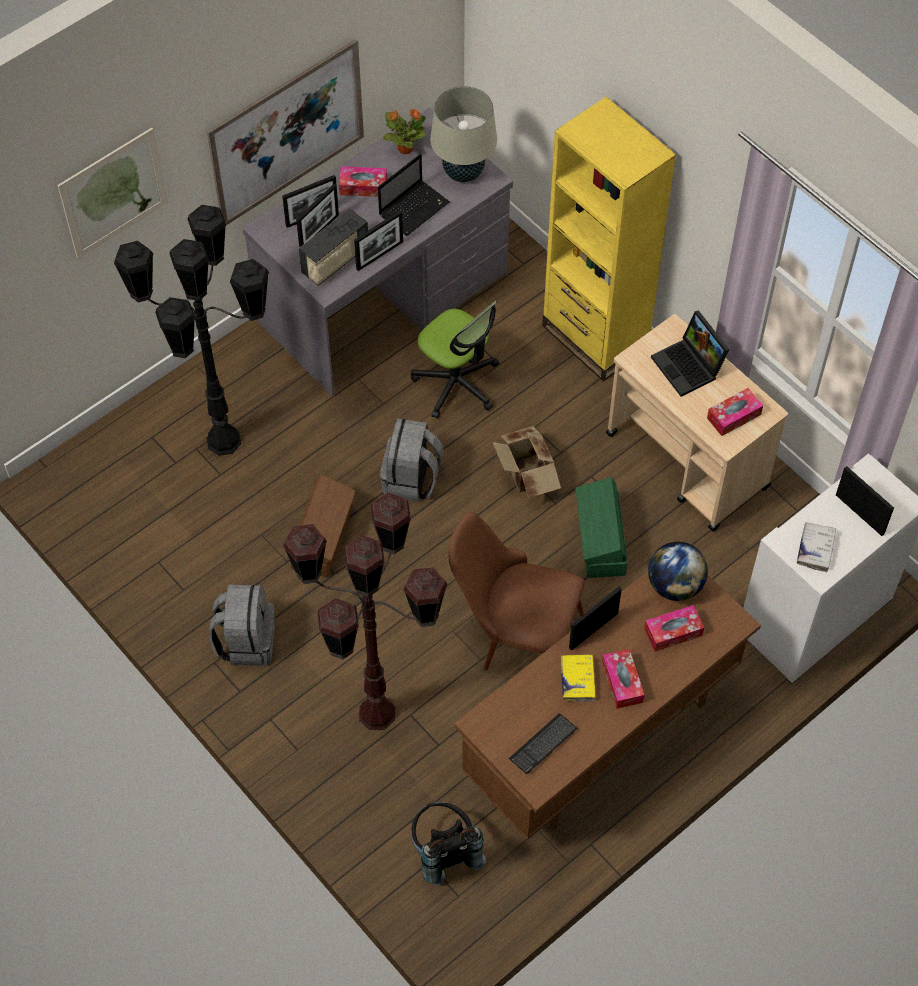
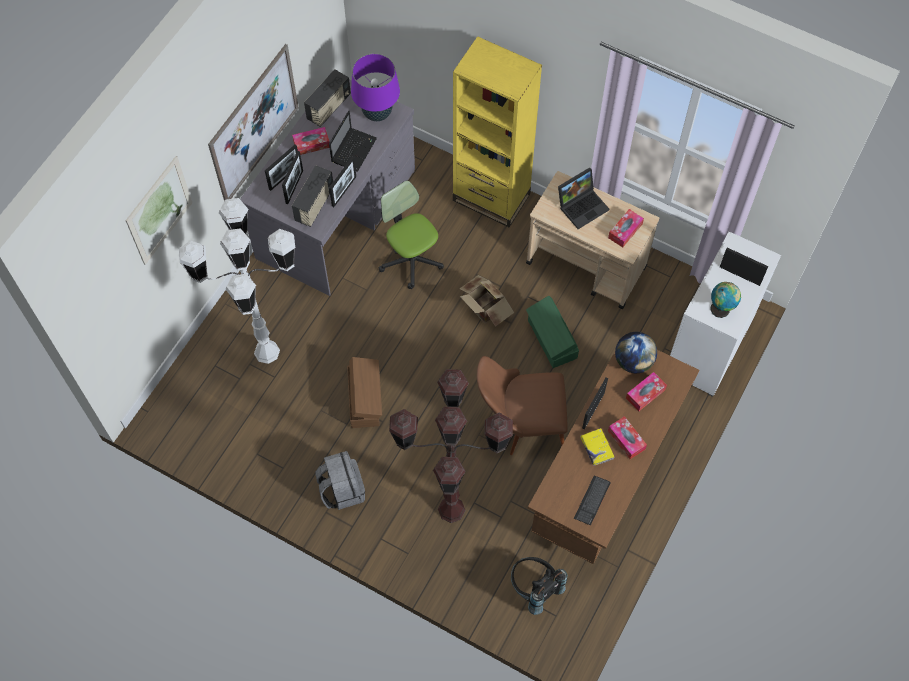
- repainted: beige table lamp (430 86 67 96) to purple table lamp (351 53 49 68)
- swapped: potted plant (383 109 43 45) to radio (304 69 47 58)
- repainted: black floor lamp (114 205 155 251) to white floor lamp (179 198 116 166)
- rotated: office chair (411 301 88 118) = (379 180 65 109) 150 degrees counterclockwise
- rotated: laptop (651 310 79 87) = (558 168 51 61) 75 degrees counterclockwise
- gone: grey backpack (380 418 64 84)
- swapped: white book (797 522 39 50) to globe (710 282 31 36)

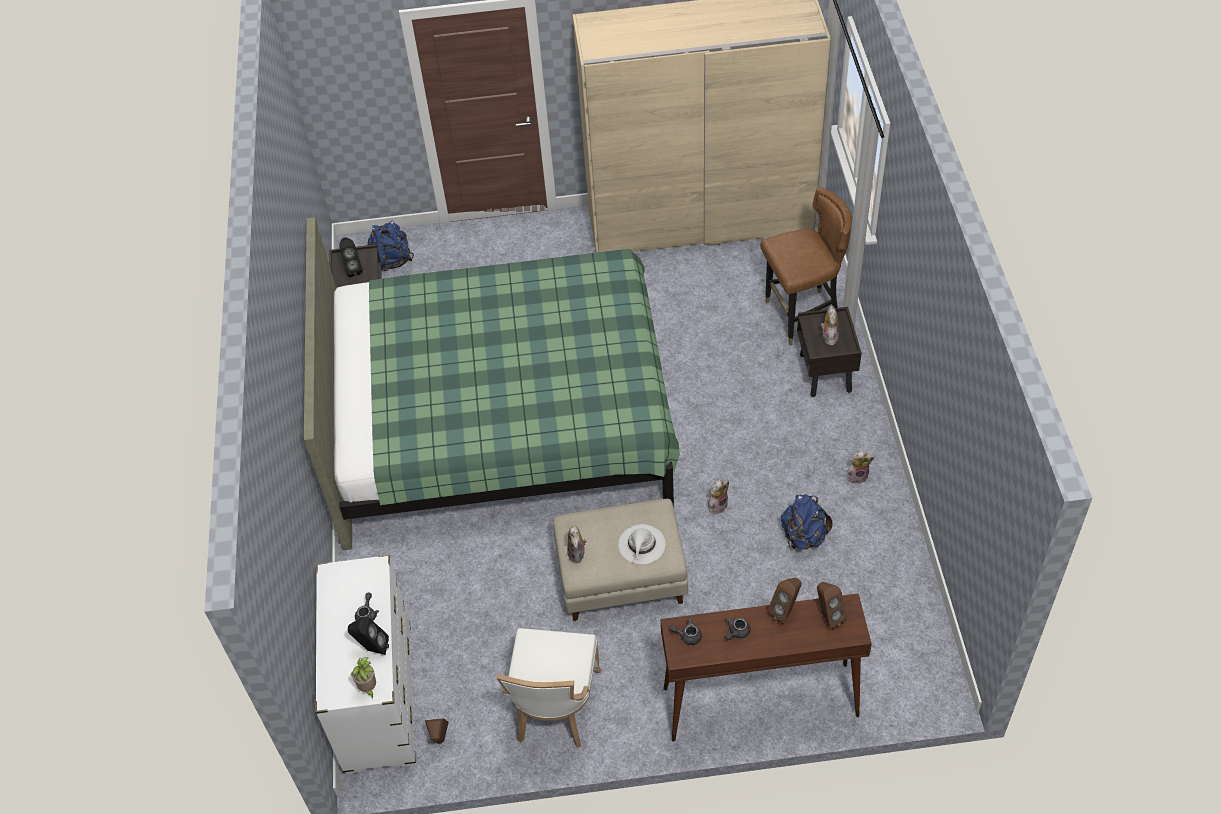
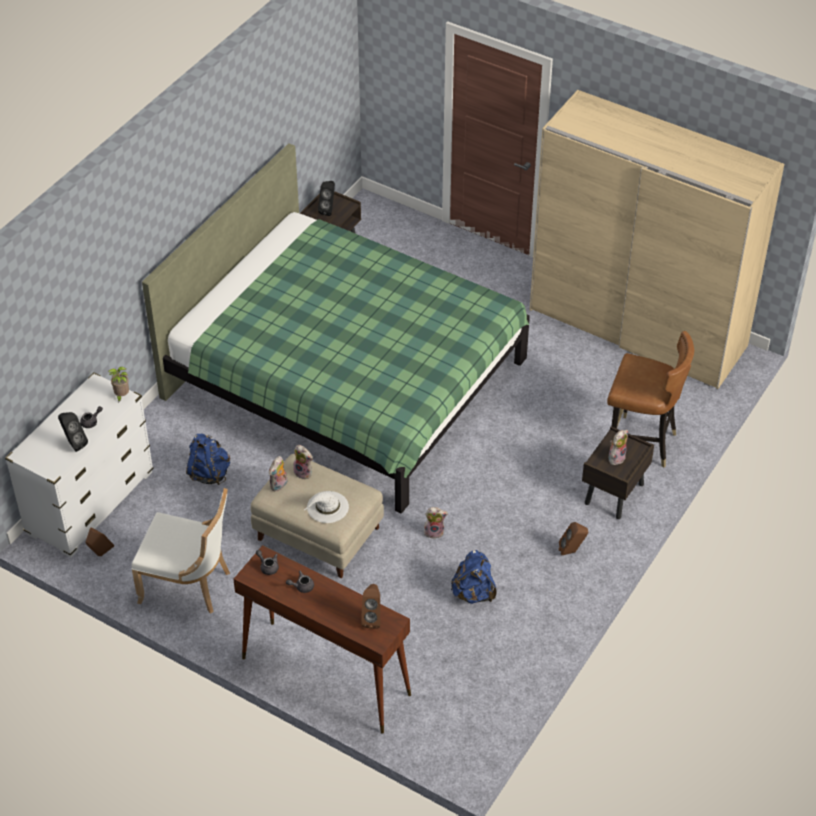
- shifted: blue backpack (368 220 46 51) to (186 434 44 51)
- shifted: plush toy (846 451 29 33) to (293 445 20 35)
- shifted: brown speaker (767 578 35 47) to (559 522 29 33)
- rotated: white chair (496 628 106 120) = (131 488 99 126) 120 degrees counterclockwise
- shifted: potted plant (350 657 26 42) to (108 367 21 36)

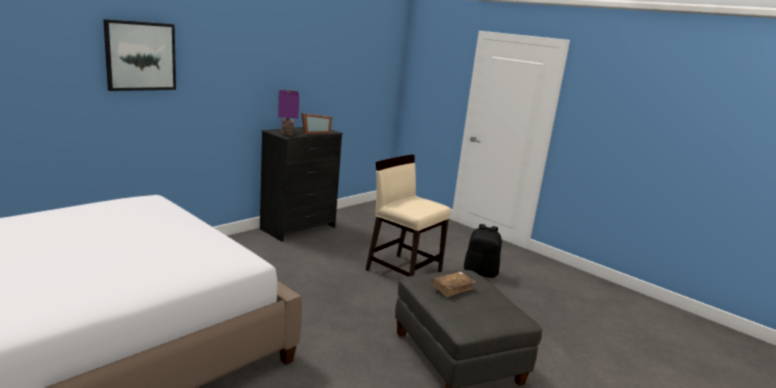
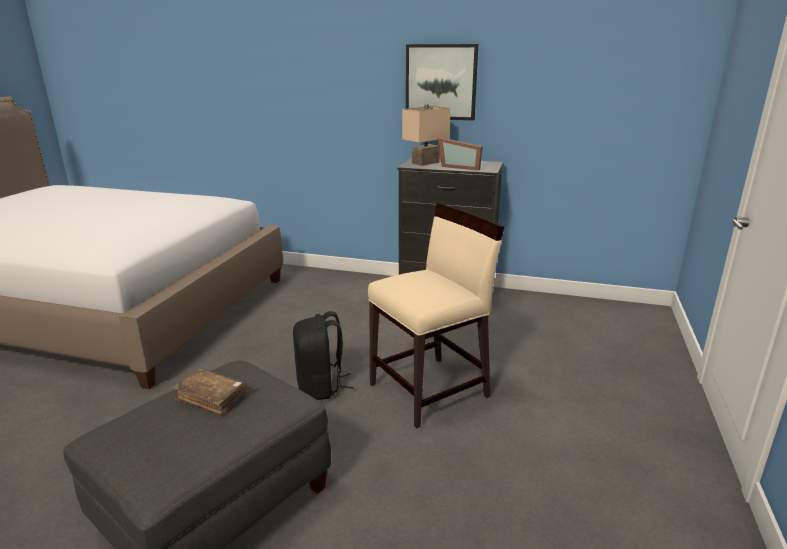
- shifted: picture (103 19 73 72) to (406 44 72 76)
- repainted: purple table lamp (278 89 21 46) to beige table lamp (402 104 49 62)
- rotated: beige chair (366 155 84 122) = (368 203 136 226) 45 degrees clockwise
- shifted: black backpack (464 224 38 54) to (293 311 61 89)

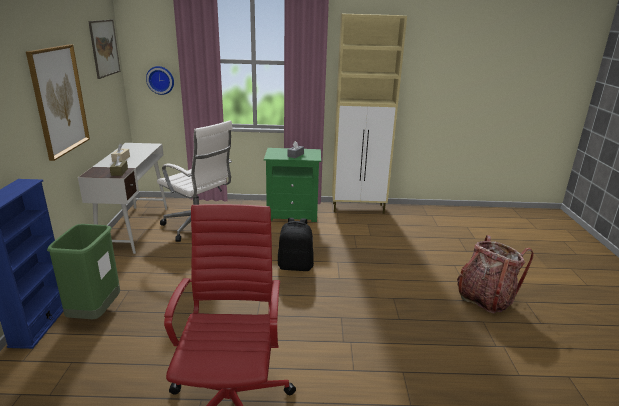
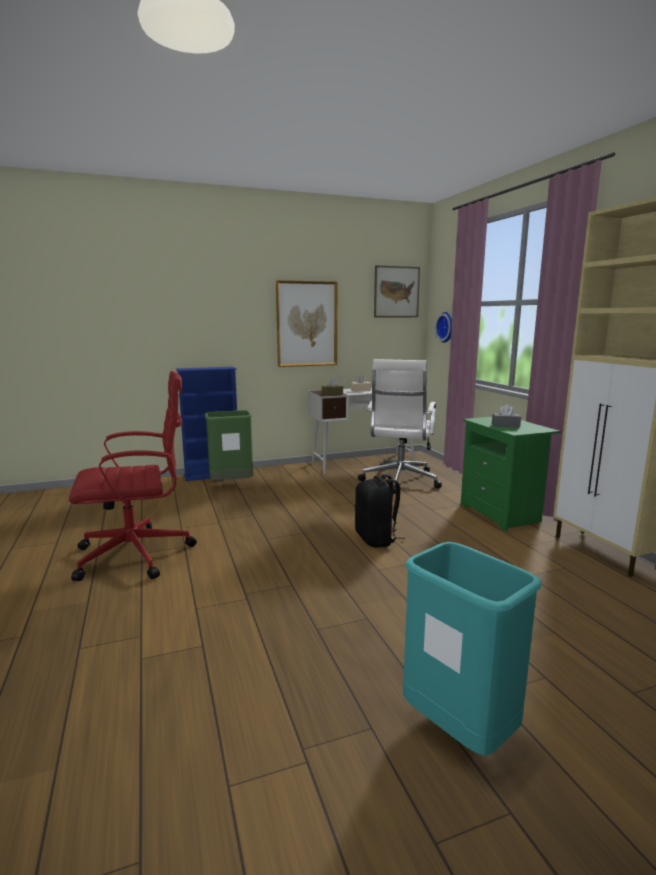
- swapped: backpack (457 235 77 79) to turquoise trash can (403 542 139 214)

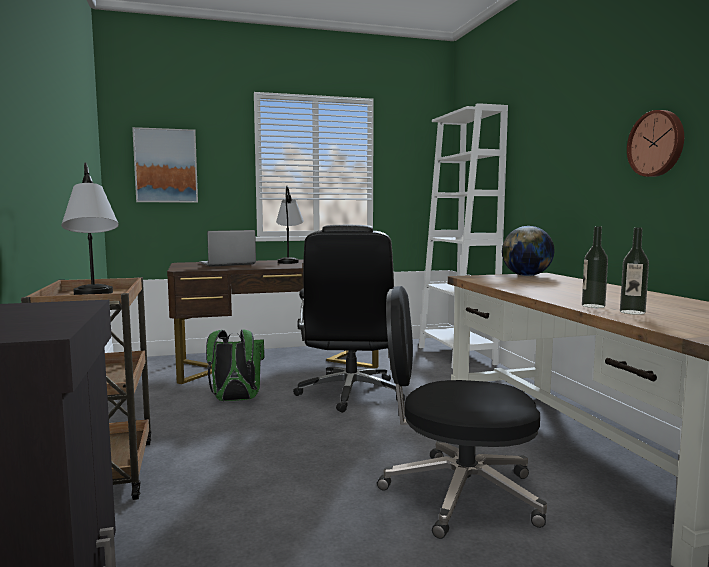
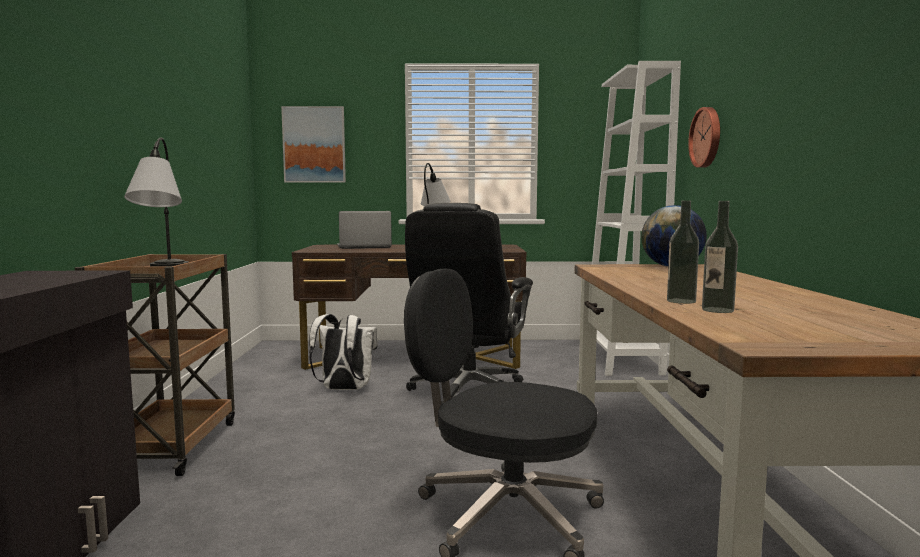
- shifted: wall clock (627 110 57 67) to (688 107 32 61)
- repainted: green backpack (206 330 59 71) to white backpack (309 314 69 76)

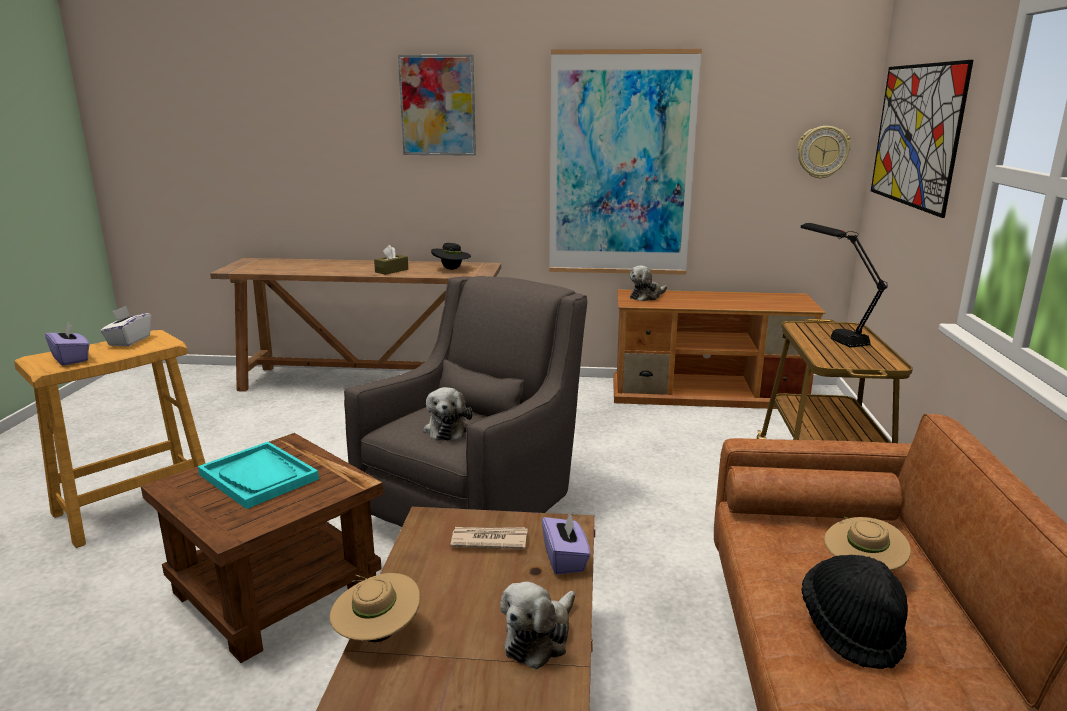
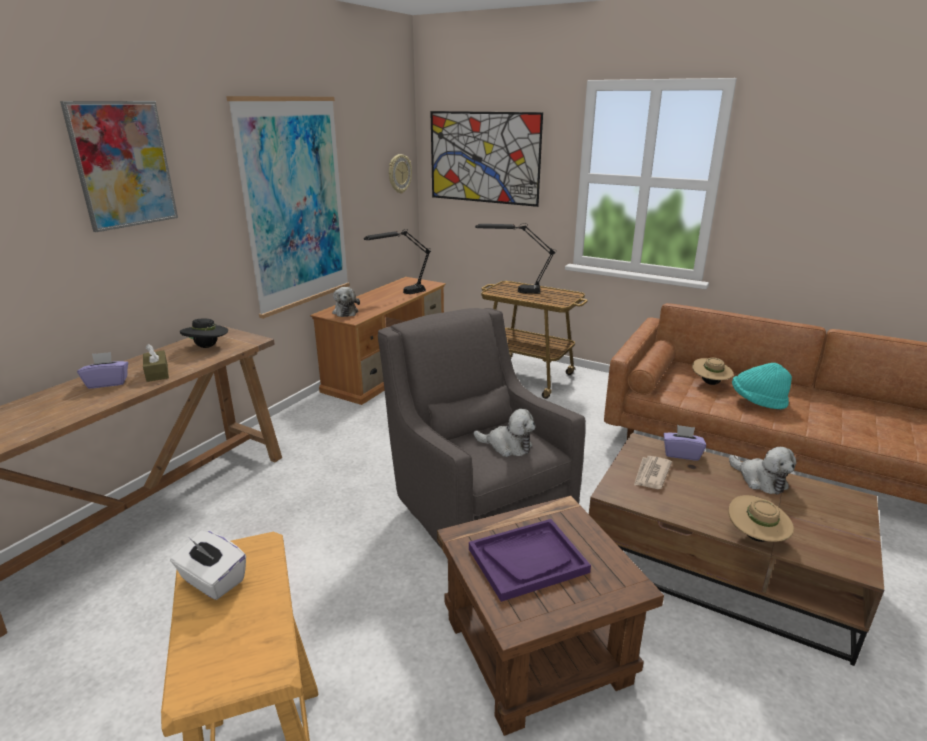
- shifted: purple tissue box (45 323 44 43) to (77 352 51 37)
- repainted: turquoise tray (198 442 121 67) to purple tray (469 519 122 83)
- repainted: black hat (802 555 106 114) to turquoise hat (732 363 60 46)
- new: black table lamp (364 229 67 65)

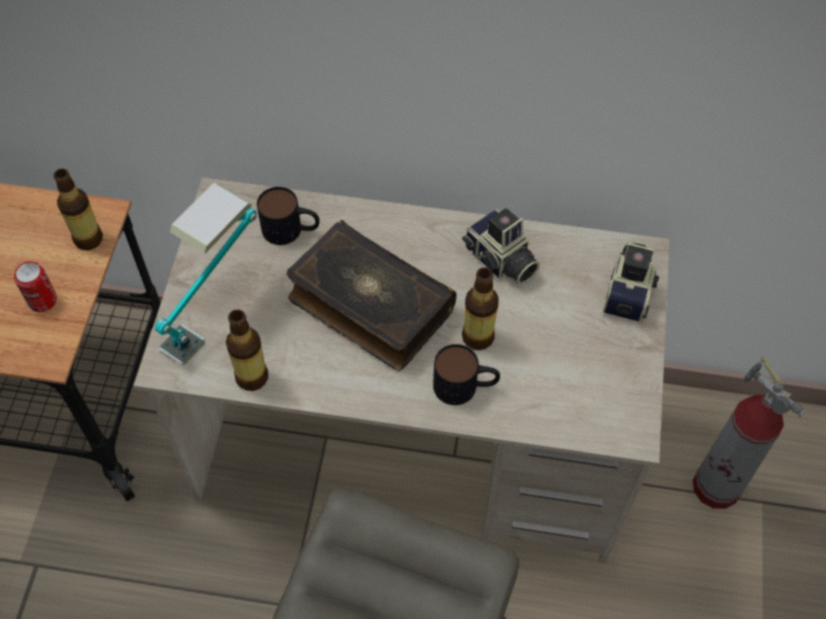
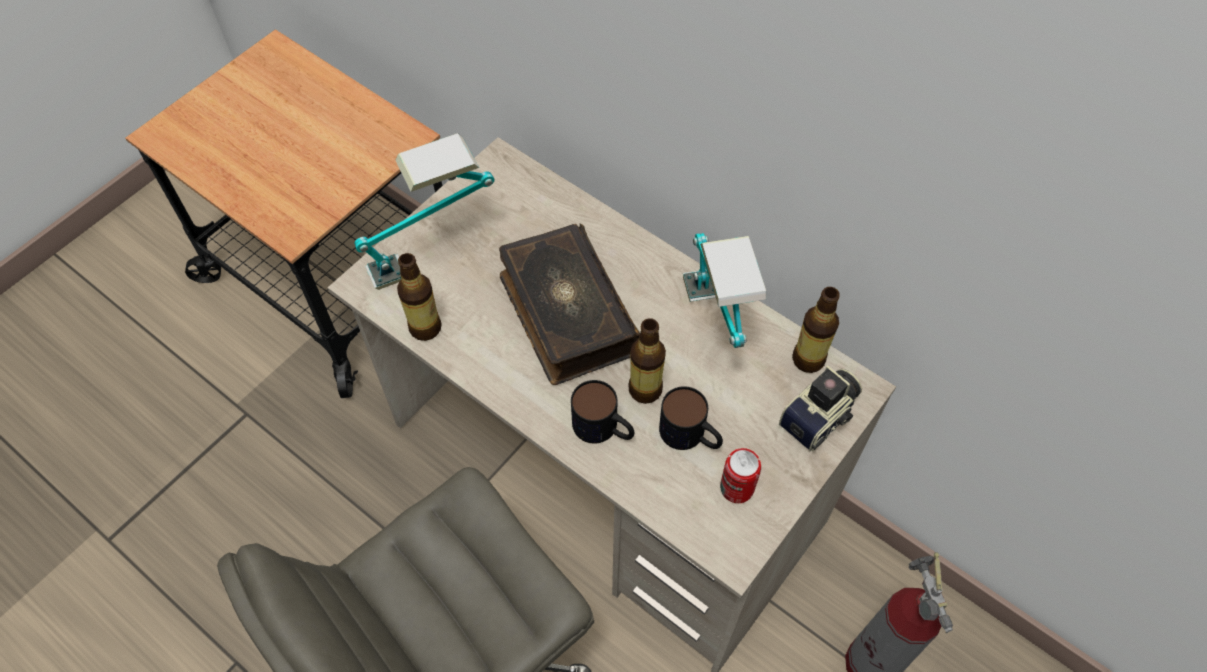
- shifted: bottle (53 169 50 81) to (792 287 48 86)
- shifted: mug (257 187 63 58) to (659 386 64 64)
- swapped: photo camera (462 208 78 77) to table lamp (683 233 83 115)
- shifted: can (14 261 43 51) to (720 448 41 55)

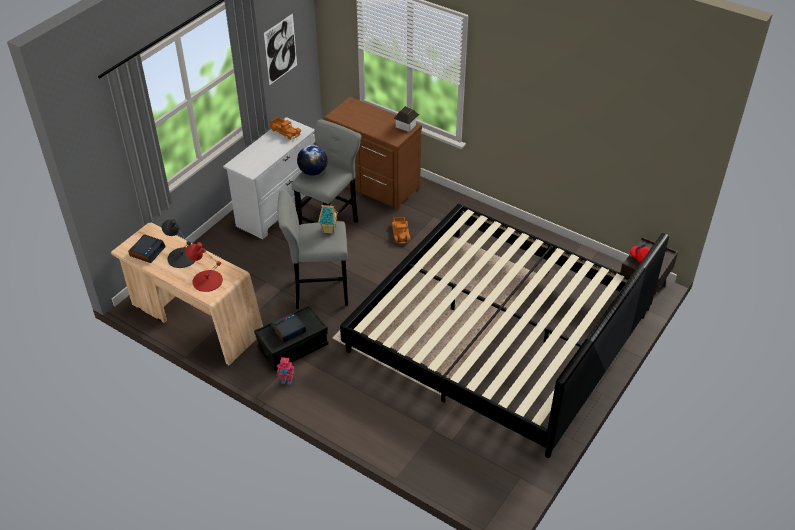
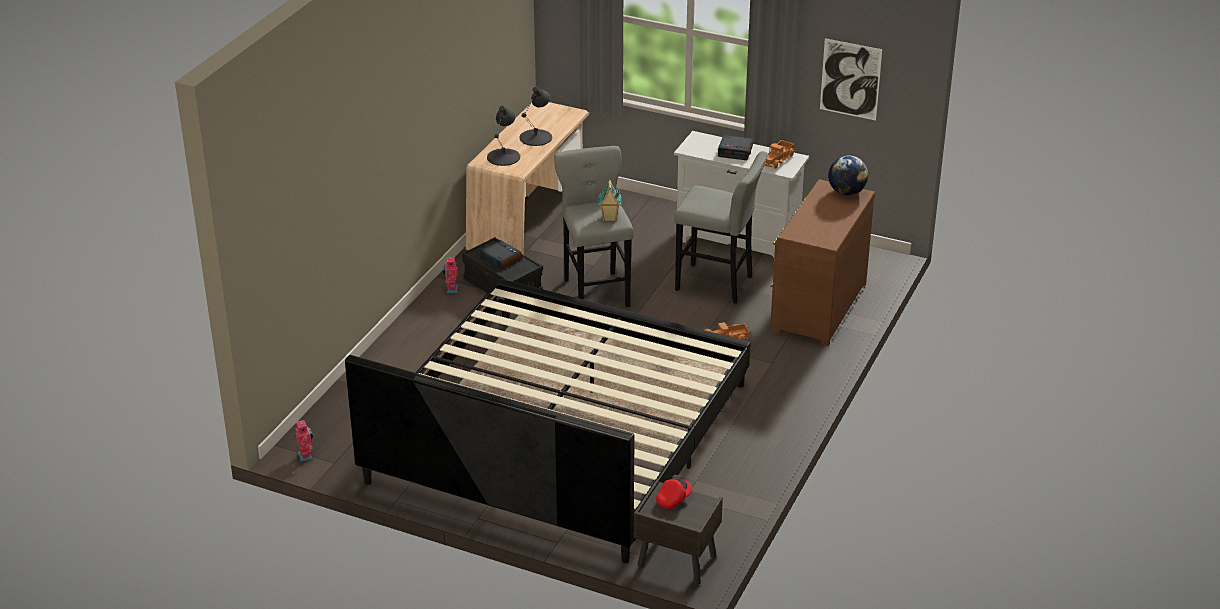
- gone: toy house (394 106 25 26)
- shifted: globe (297 145 31 31) to (828 156 40 39)
- shifted: alarm clock (128 234 38 29) to (718 135 35 25)
- repainted: red table lamp (185 242 38 50) to black table lamp (487 106 33 60)
- new: toy robot (295 420 18 41)

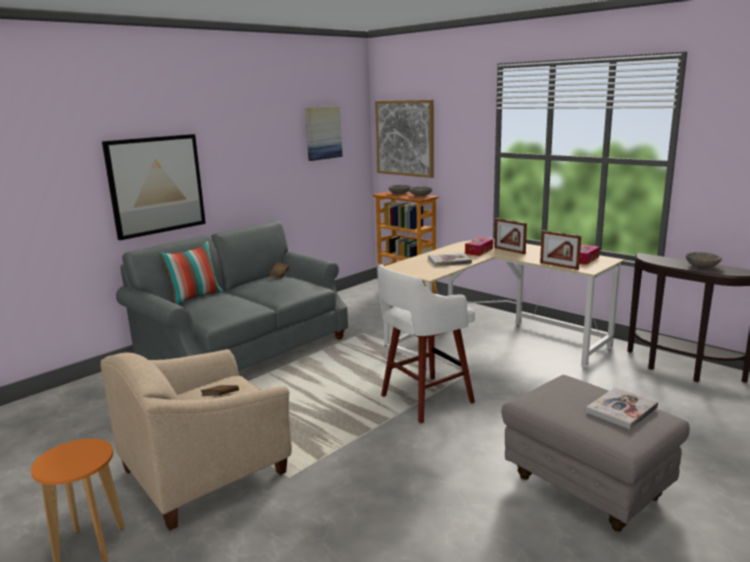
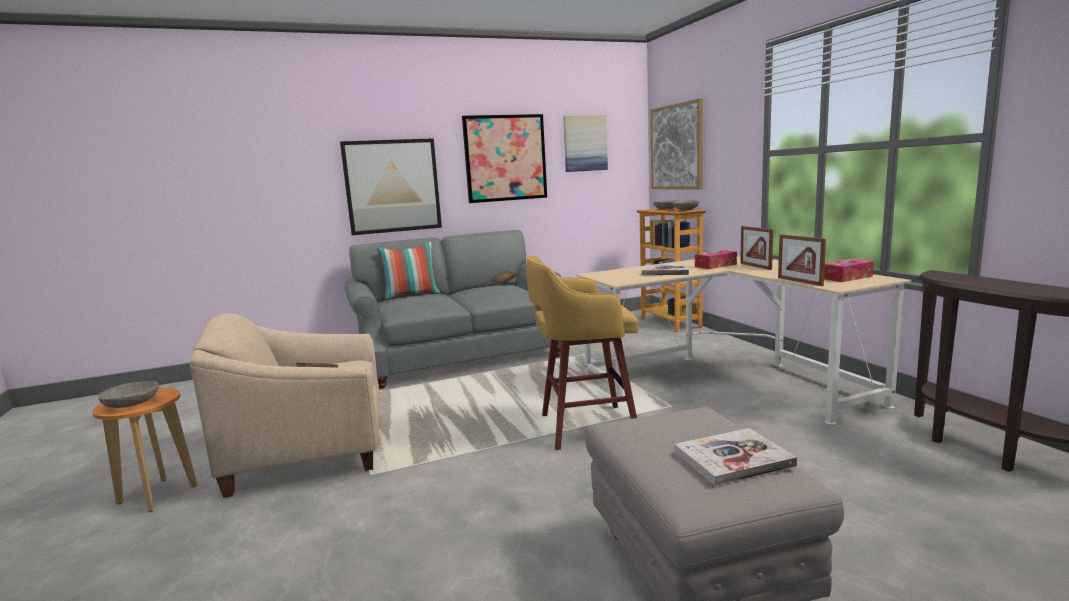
- shifted: grey bowl (686 252 36 16) to (98 381 61 27)
- repainted: white stool (377 264 98 159) to yellow stool (526 256 112 194)
- new: picture (462 114 85 89)

